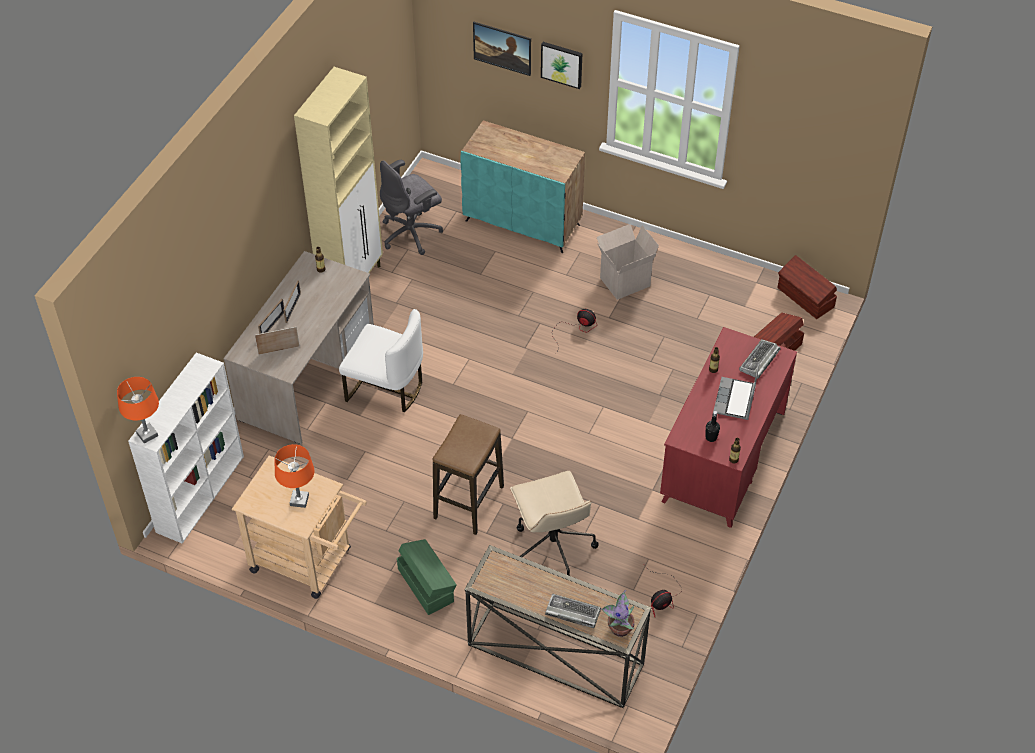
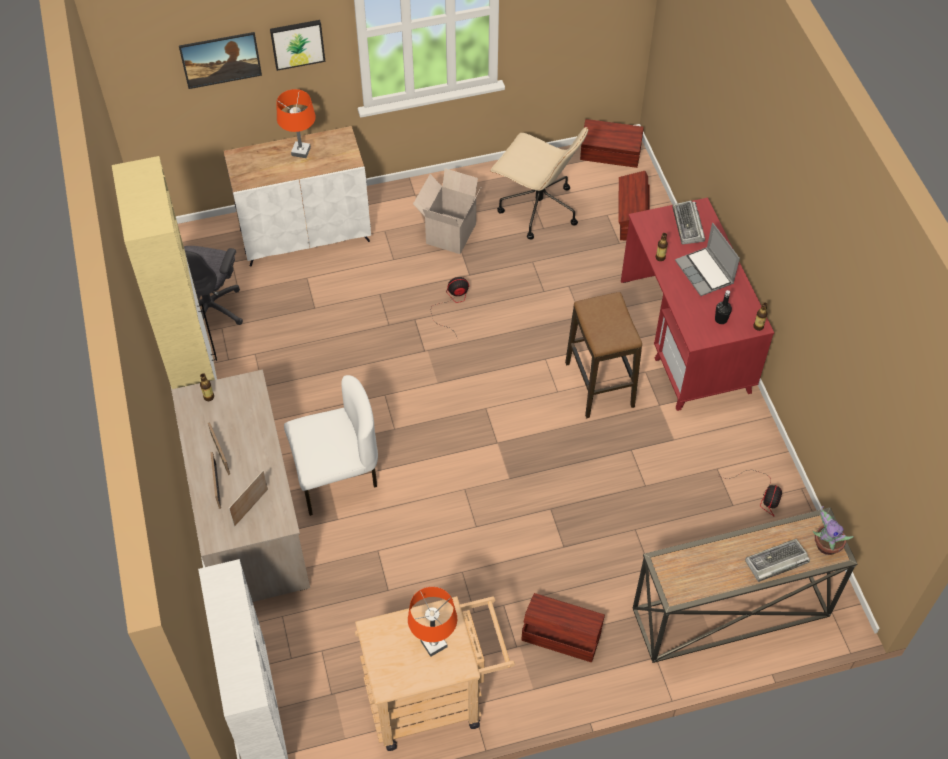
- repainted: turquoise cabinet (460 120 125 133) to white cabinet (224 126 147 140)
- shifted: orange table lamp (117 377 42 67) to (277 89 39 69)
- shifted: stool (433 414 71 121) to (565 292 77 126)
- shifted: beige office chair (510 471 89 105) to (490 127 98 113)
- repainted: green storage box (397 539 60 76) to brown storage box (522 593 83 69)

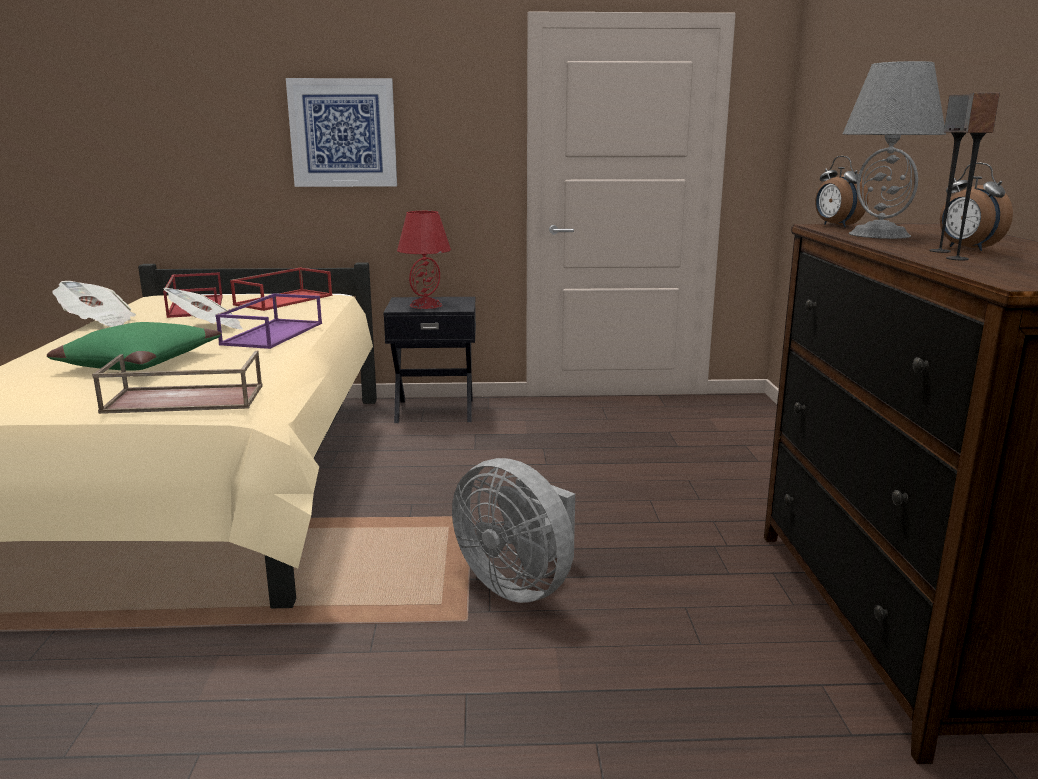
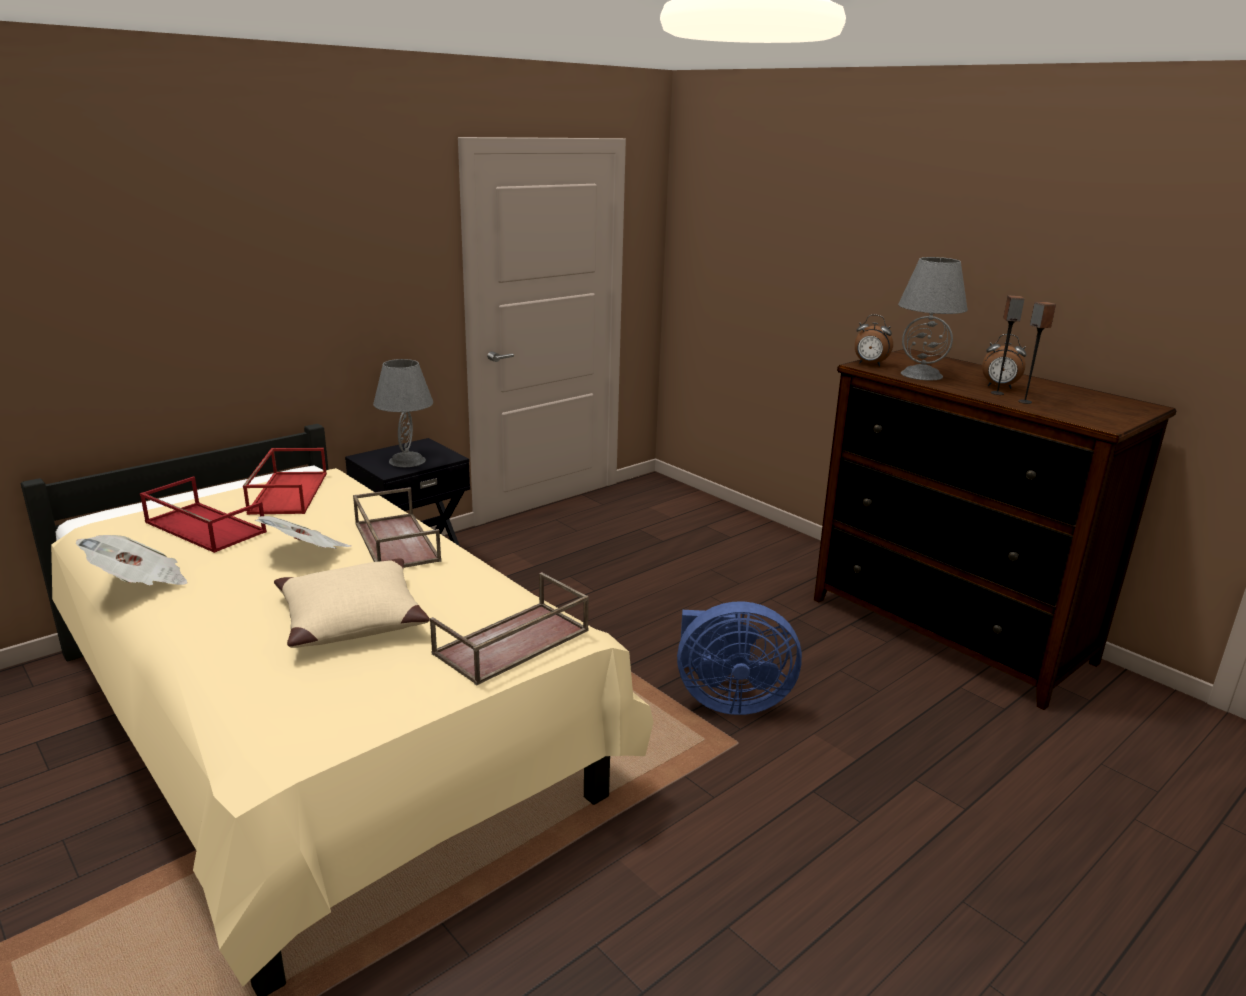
- gone: picture (286 78 111 109)
- repainted: red table lamp (397 211 54 98) to grey table lamp (373 359 60 108)
- repainted: purple tray (215 293 107 56) to brown tray (353 487 88 81)
- repainted: green pillow (47 322 174 49) to beige pillow (274 558 156 90)
- repainted: grey fan (452 458 123 145) to blue fan (677 601 125 114)

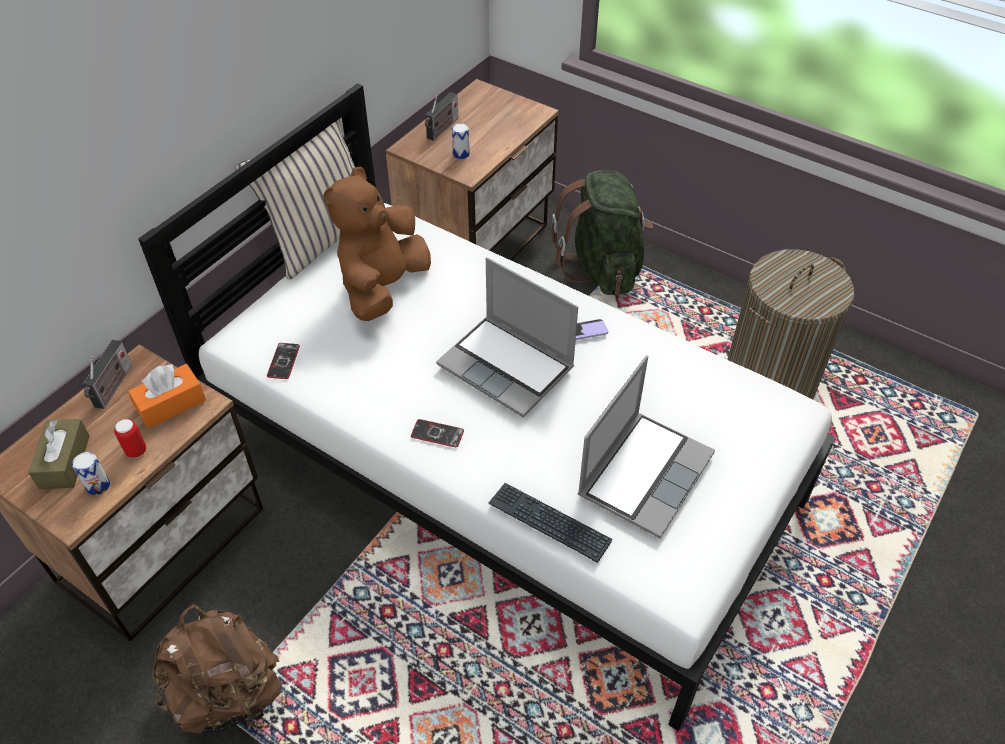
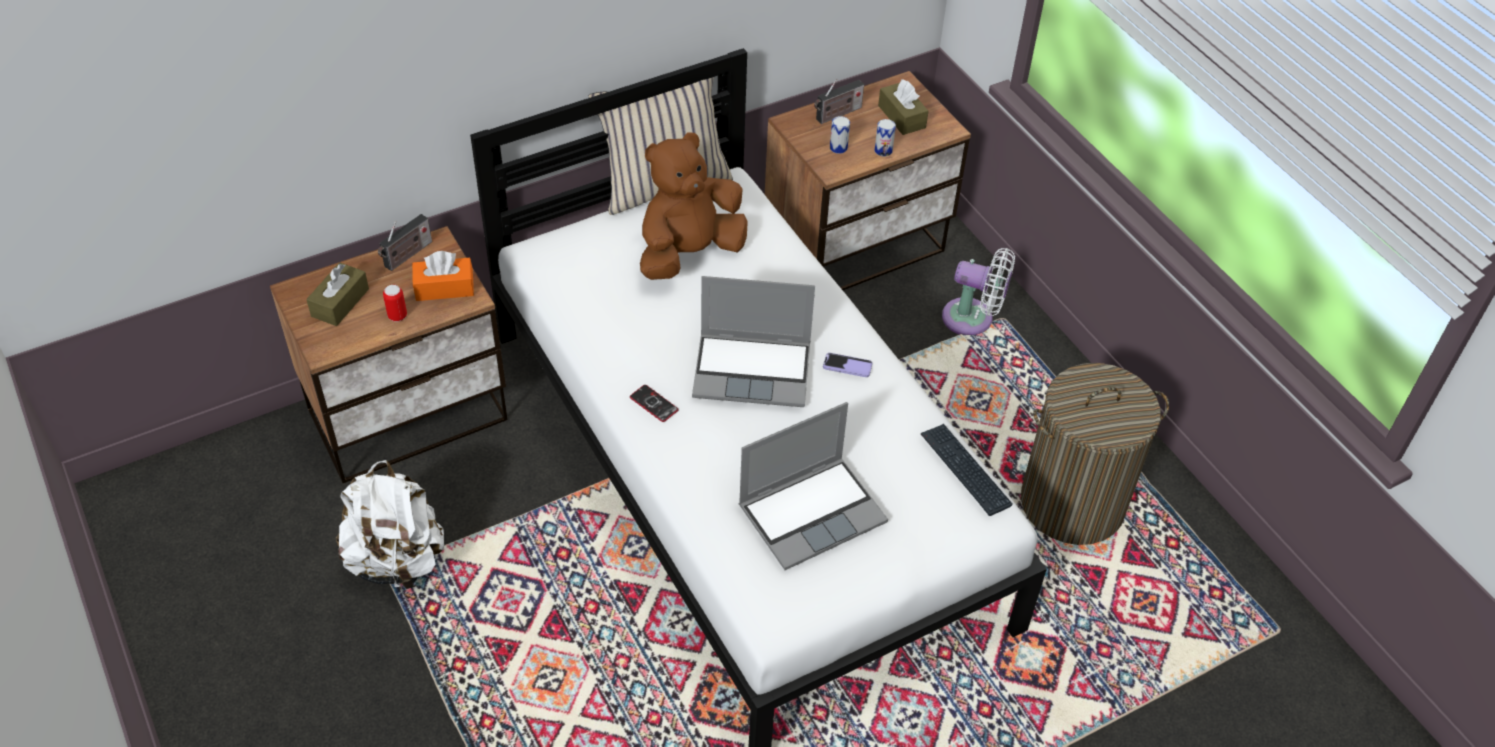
- swapped: green backpack (552 170 101 126) to white fan (942 248 73 87)
- rotated: laptop (436 257 142 160) = (692 276 123 131) 60 degrees counterclockwise
- gone: phone (267 343 33 36)
- shifted: can (72 452 38 43) to (875 119 21 38)
- shifted: keyboard (489 483 124 80) to (921 424 92 92)
- repainted: brown backpack (152 604 130 130) to white backpack (336 460 108 133)
- new: brown tissue box (878 79 50 56)

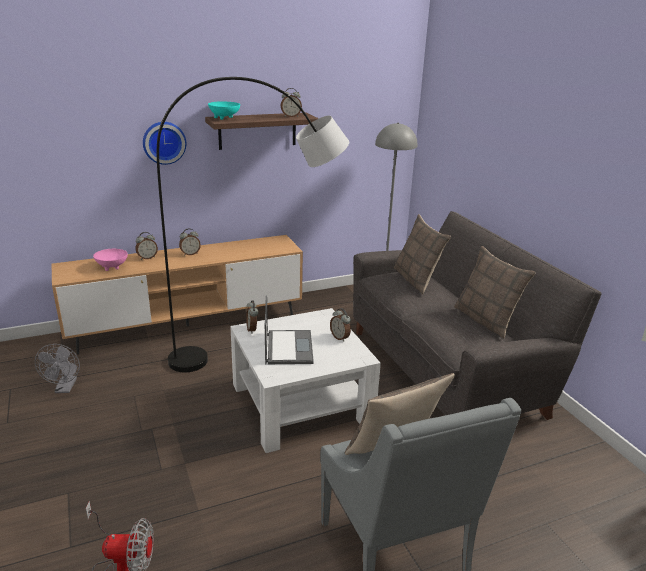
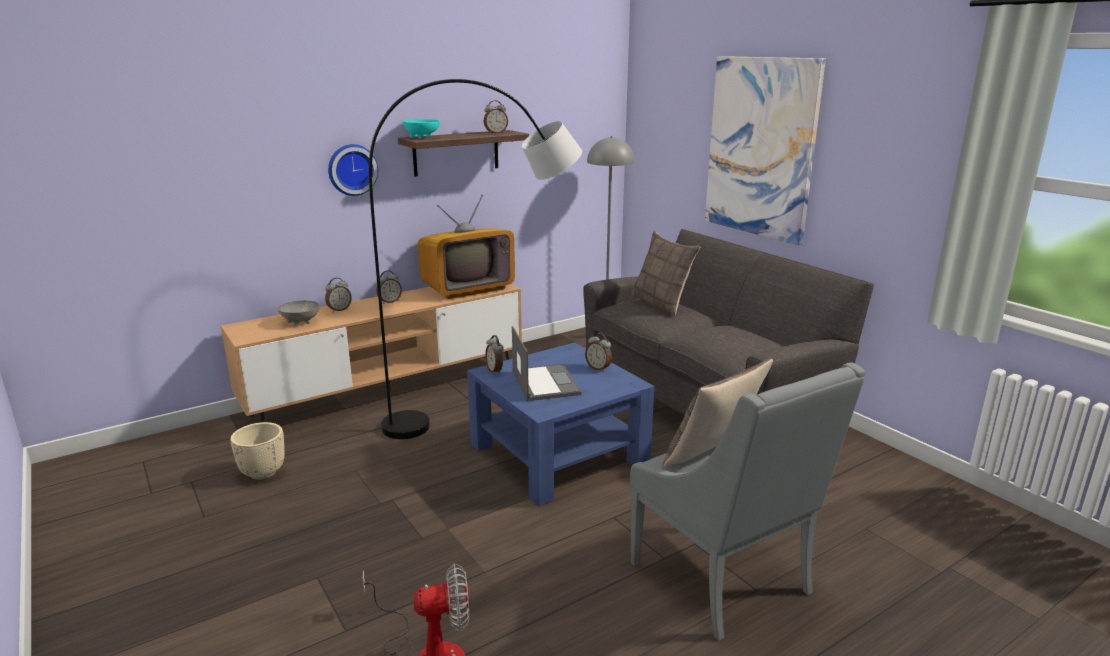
- gone: pillow (454 246 82 93)
- repainted: pink bowl (93 249 35 22) to grey bowl (277 300 43 27)
- repainted: white coffee table (230 308 151 145) to blue coffee table (467 343 187 163)
- swapped: grey fan (35 344 45 49) to beige planter (230 422 54 58)
- new: picture (705 56 121 189)
- new: television (418 194 97 105)

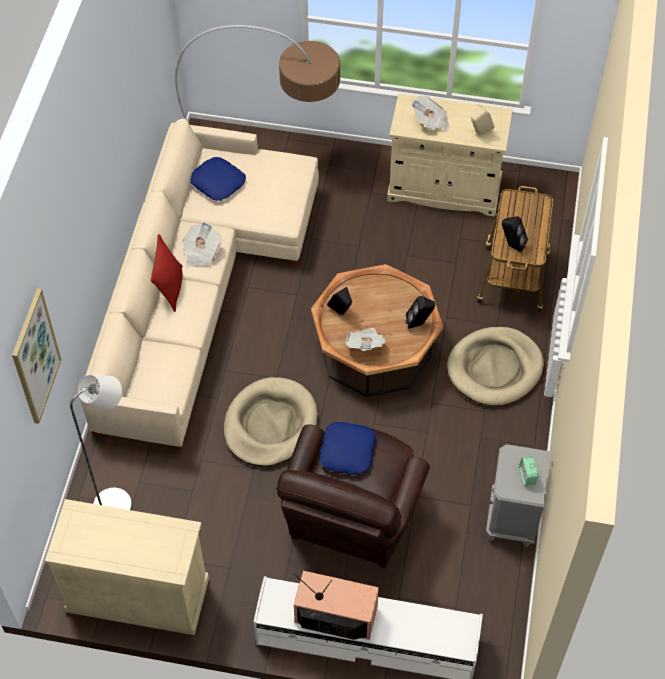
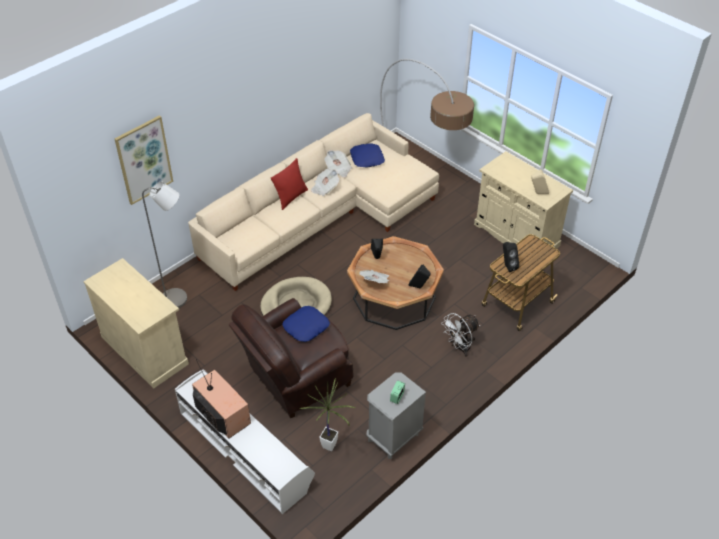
- shifted: newspaper (411 96 39 34) to (325 150 27 28)
- swapped: beige dog bed (447 327 97 79) to white fan (441 313 39 44)
- new: potted plant (300 378 56 73)

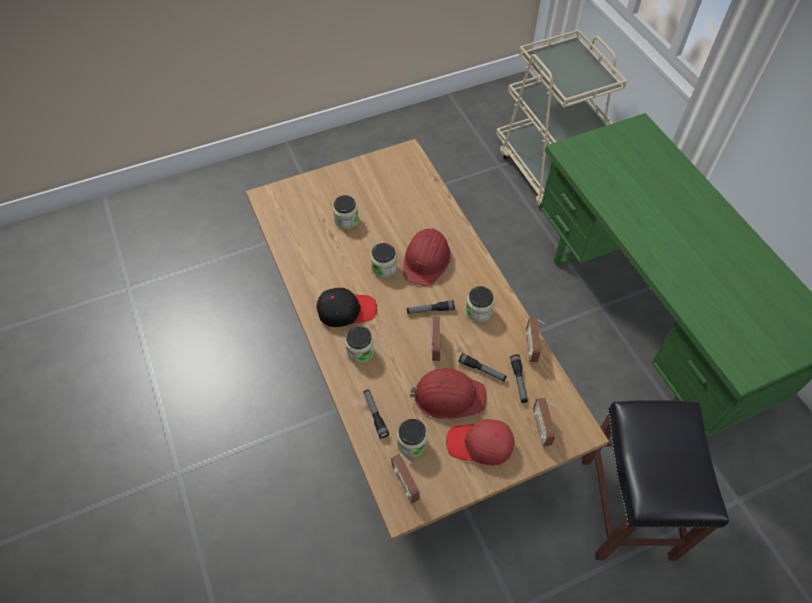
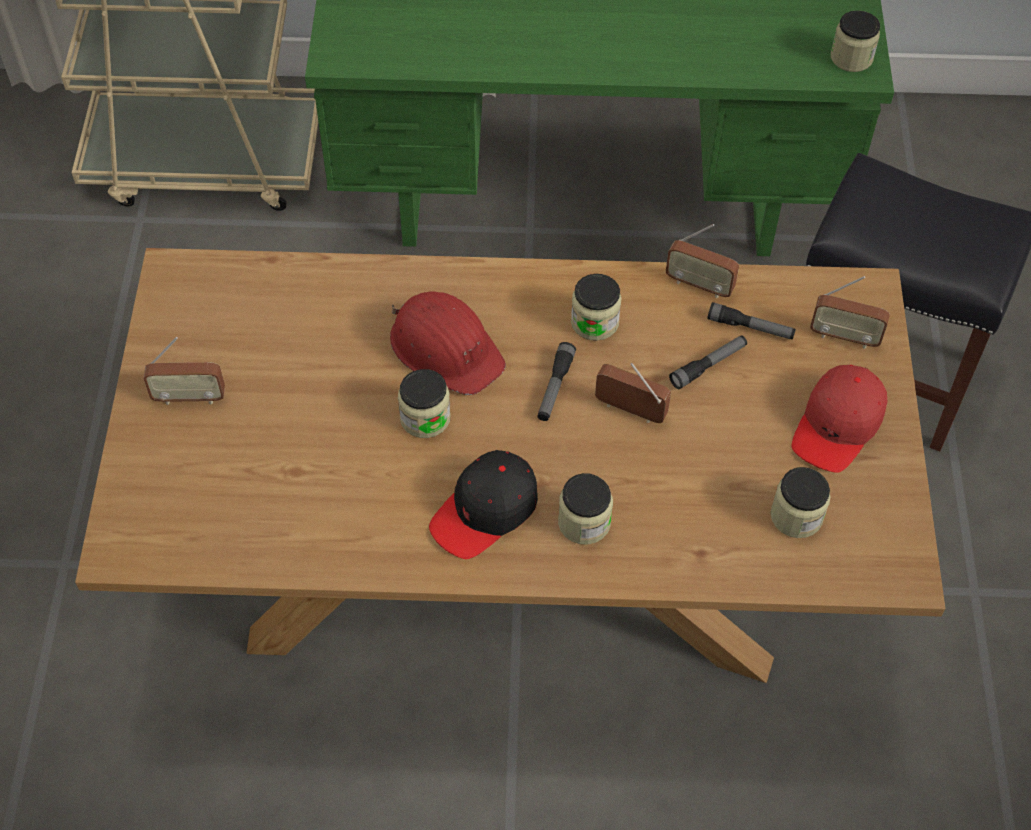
- shifted: jar (333 195 25 34) to (831 10 49 62)
- rotated: black cap (316 288 61 39) = (429 450 109 109) 150 degrees counterclockwise
- gone: red hard hat (409 368 77 51)
- gone: flashlight (363 390 26 48)
- shifted: radio (391 454 29 50) to (144 337 81 68)

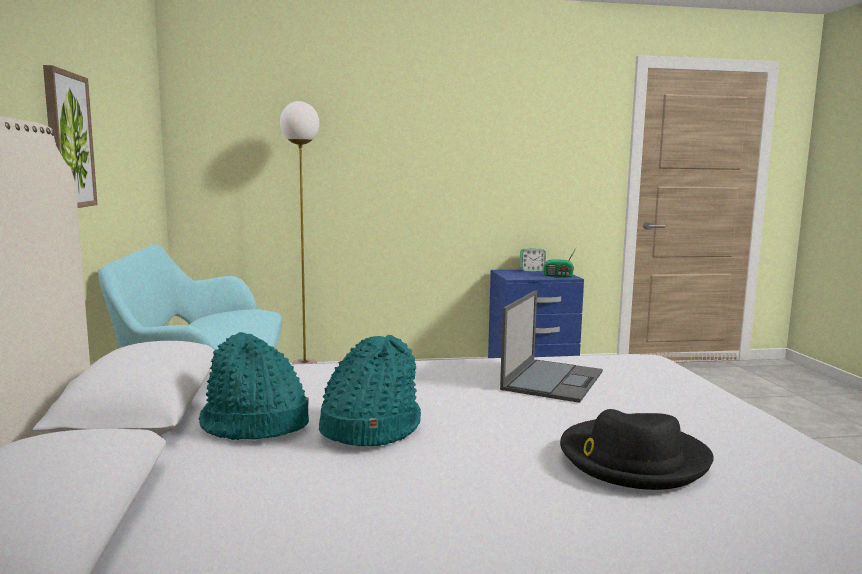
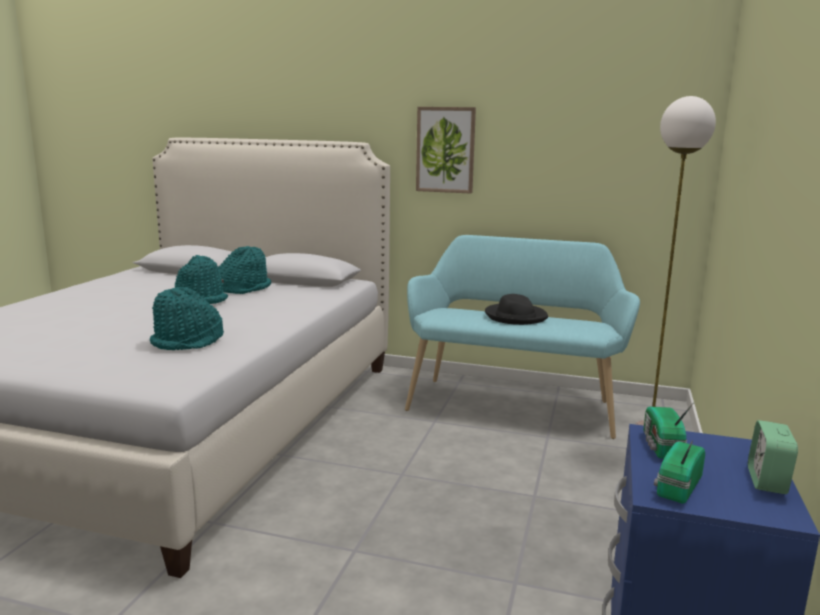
- swapped: laptop (500 290 103 113) to turquoise hat (150 287 74 63)
- shifted: black hat (560 409 154 81) to (485 294 63 31)
- new: radio (644 402 50 57)

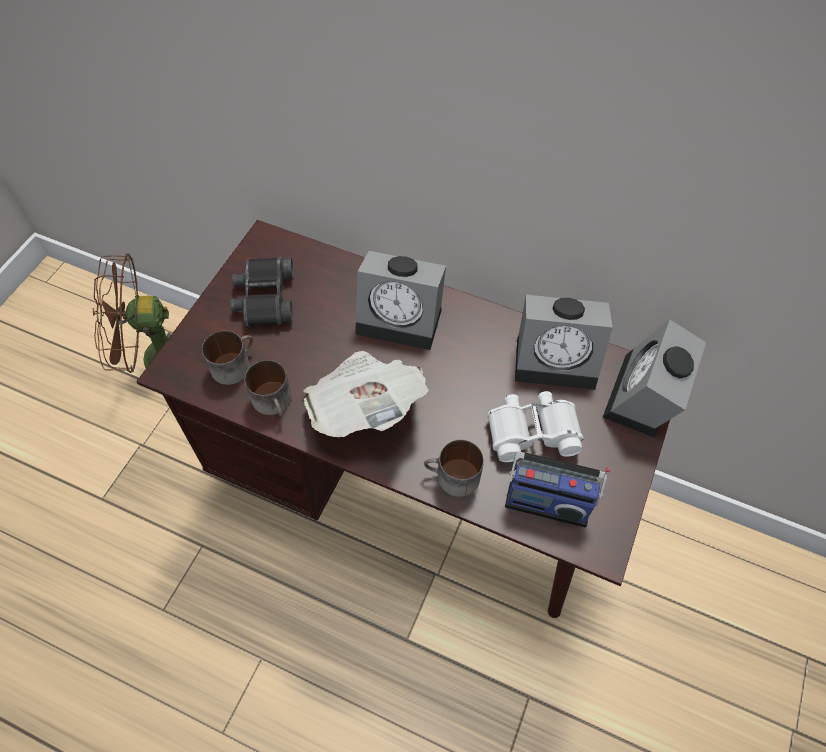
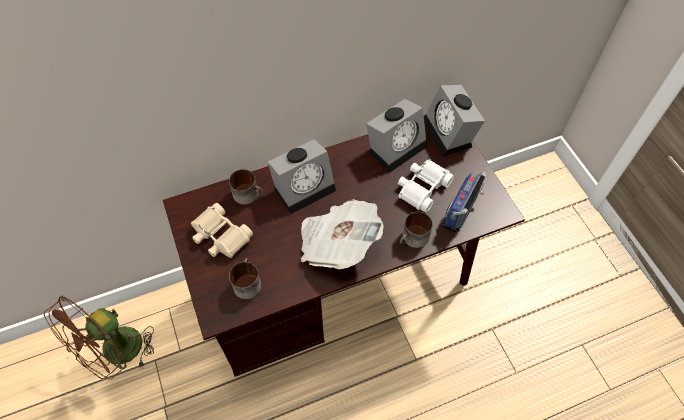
- repainted: black binoculars (230 257 64 69) to beige binoculars (191 203 62 55)
- shifted: mug (244 360 48 56) to (229 169 35 36)
- rotated: radio (505 451 105 76) = (442 172 44 61) 150 degrees clockwise

